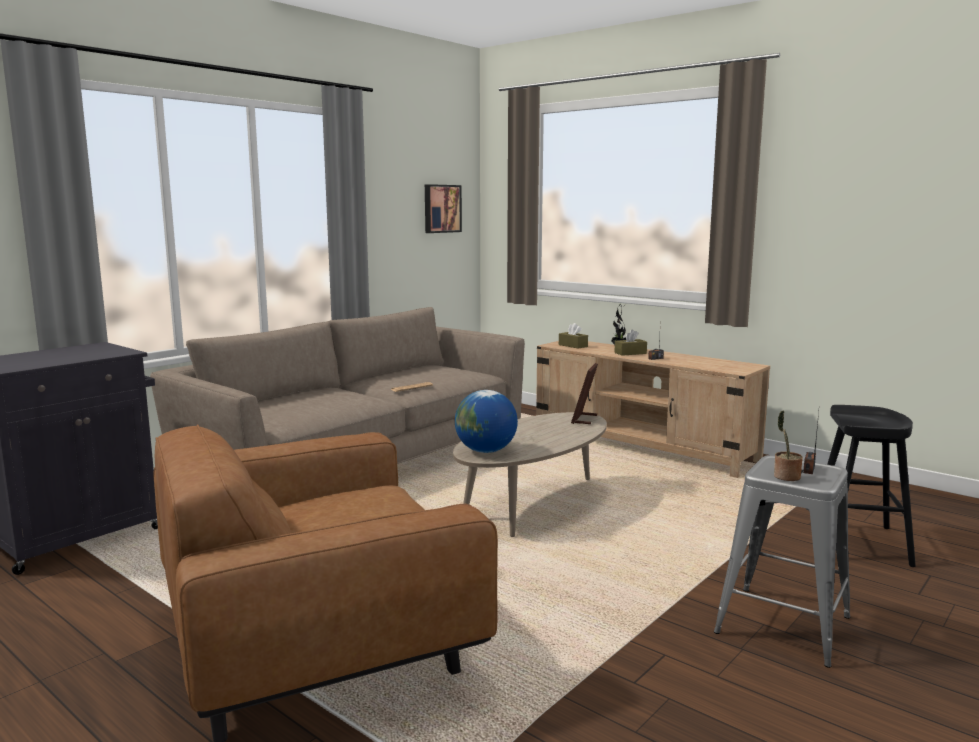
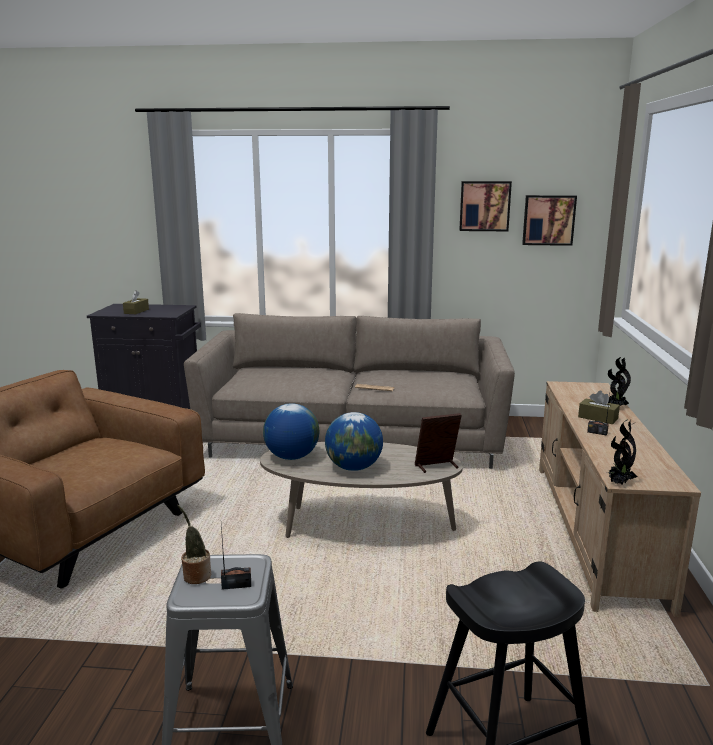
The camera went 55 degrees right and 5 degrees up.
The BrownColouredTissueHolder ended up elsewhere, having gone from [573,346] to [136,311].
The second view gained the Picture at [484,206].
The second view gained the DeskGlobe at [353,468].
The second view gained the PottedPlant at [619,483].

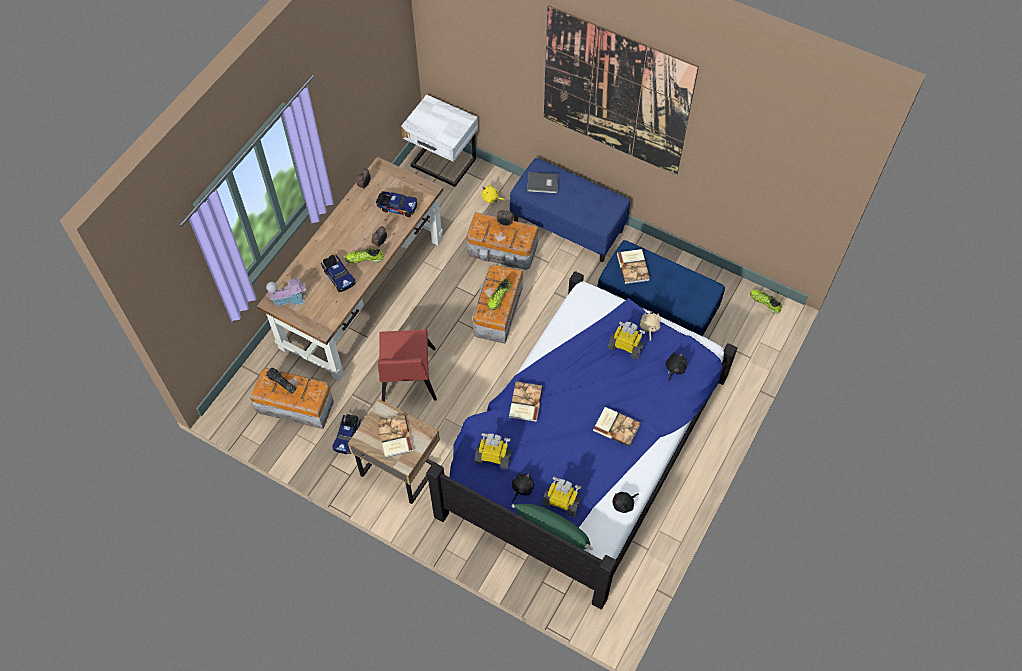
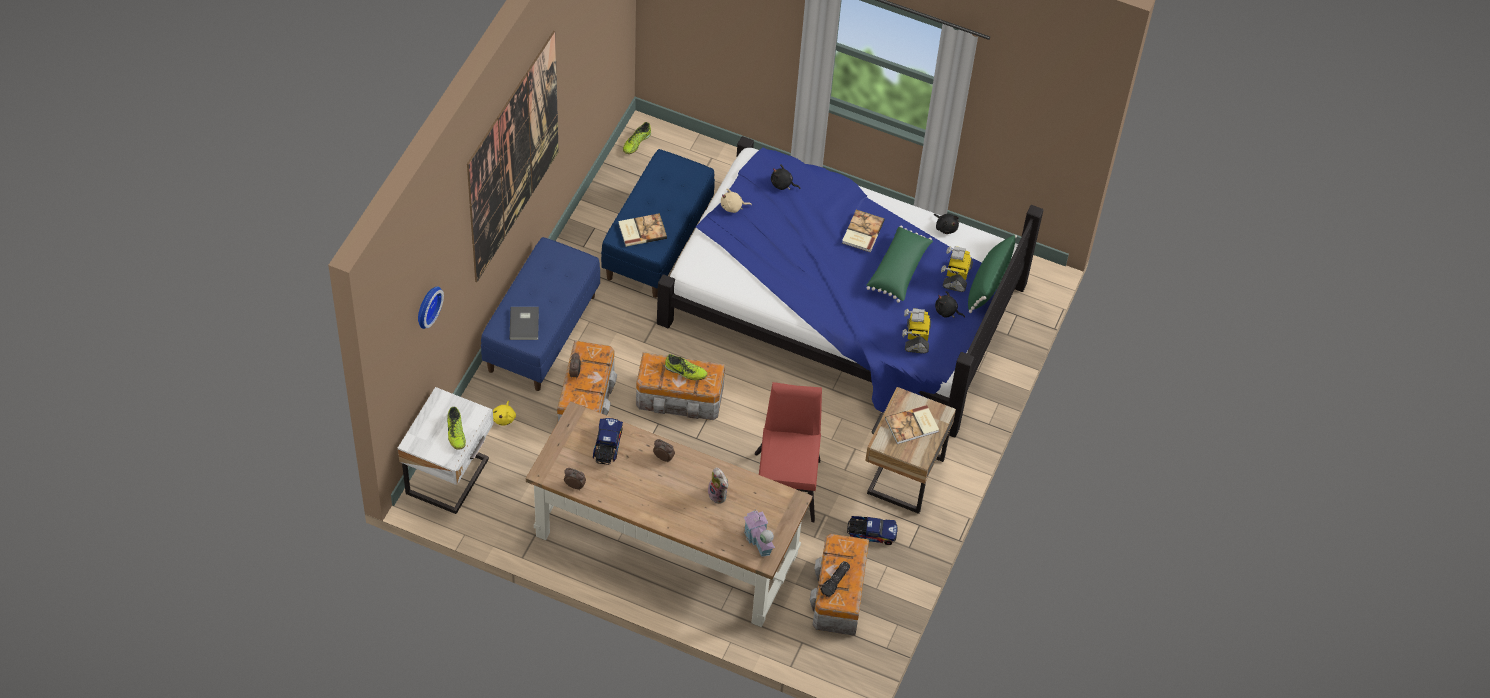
The camera went 100 degrees left and 5 degrees down.
The ItemOfFootwear ended up elsewhere, having gone from [364,258] to [456,433].
Where the ModelTruck stood at [338,276], the PlushToy came to stand at [719,495].
The second view lost the ToyRobot at [626,347].
The ReddishChair at [407,380] ended up facing another way, 75 degrees counterclockwise from before.
The second view lost the Book at [524,402].
The second view gained the GreenCushion at [899,270].
The second view gained the WallClock at [426,306].

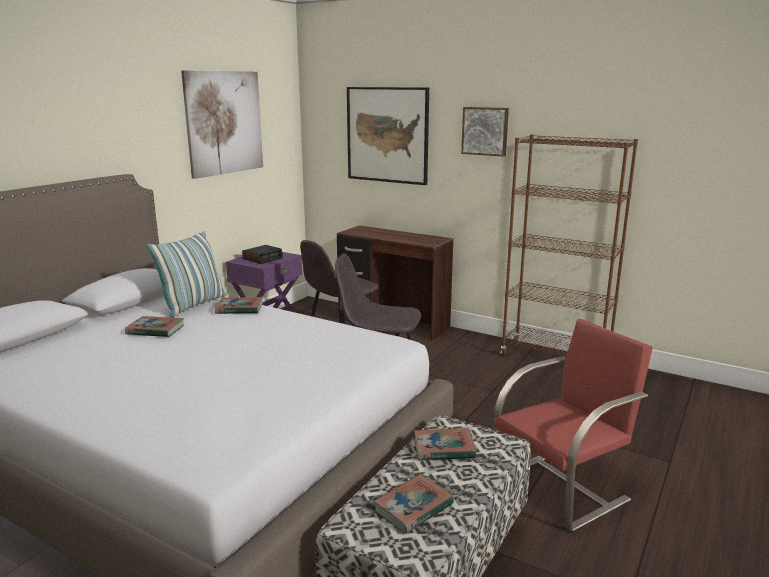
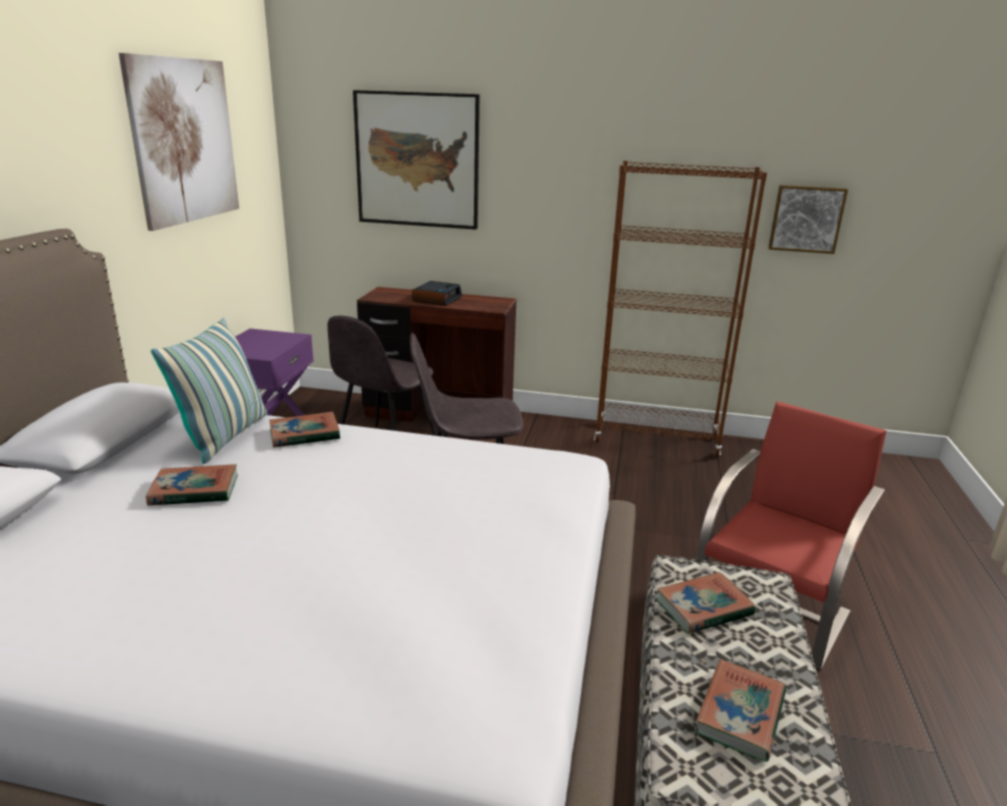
The camera went 20 degrees left and 5 degrees up.
The Picture ended up elsewhere, having gone from [485,131] to [806,219].
The TableClock ended up elsewhere, having gone from [263,258] to [437,299].

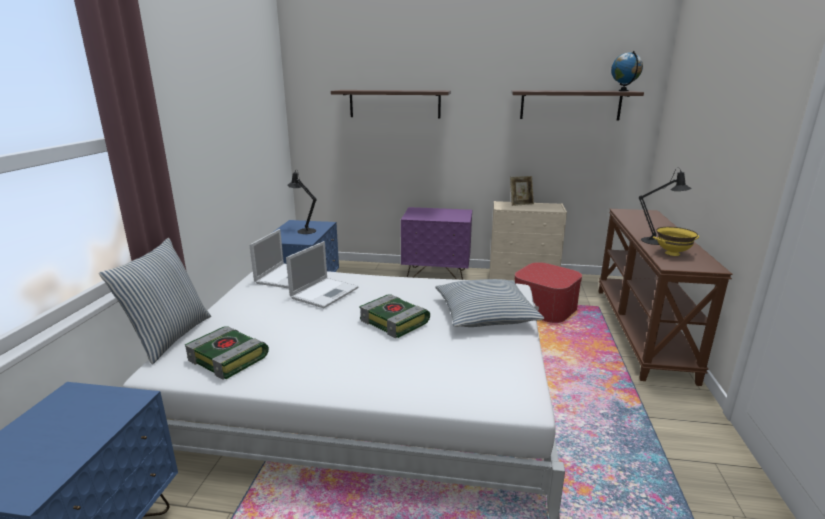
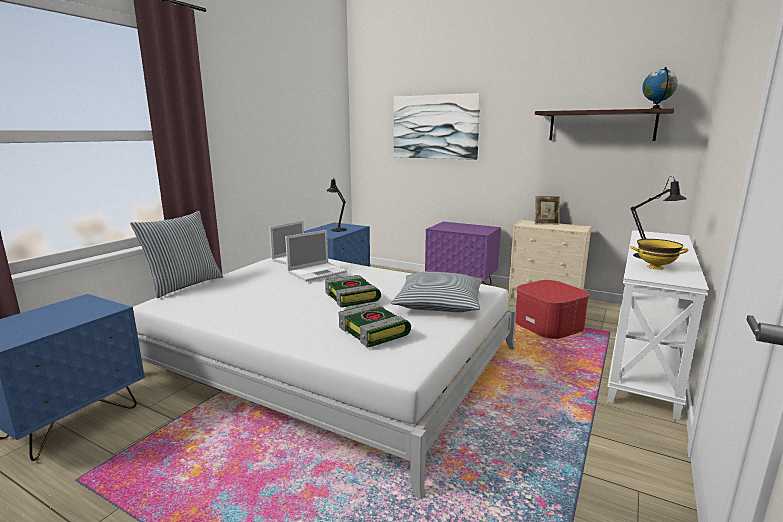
The camera went 20 degrees right and 5 degrees down.
Where the Shelf hung at [394,104], the Picture came to hang at [435,127].
What was the BrownColouredNarrowTable at [642,331] turned into the WhitishNarrowTable at [645,360].
The Book ended up elsewhere, having gone from [229,358] to [374,332].

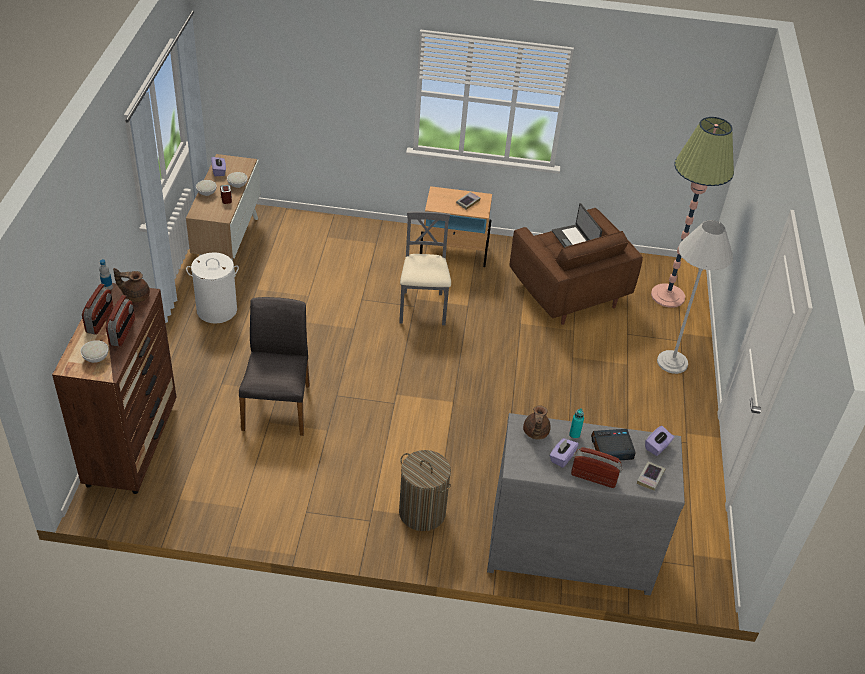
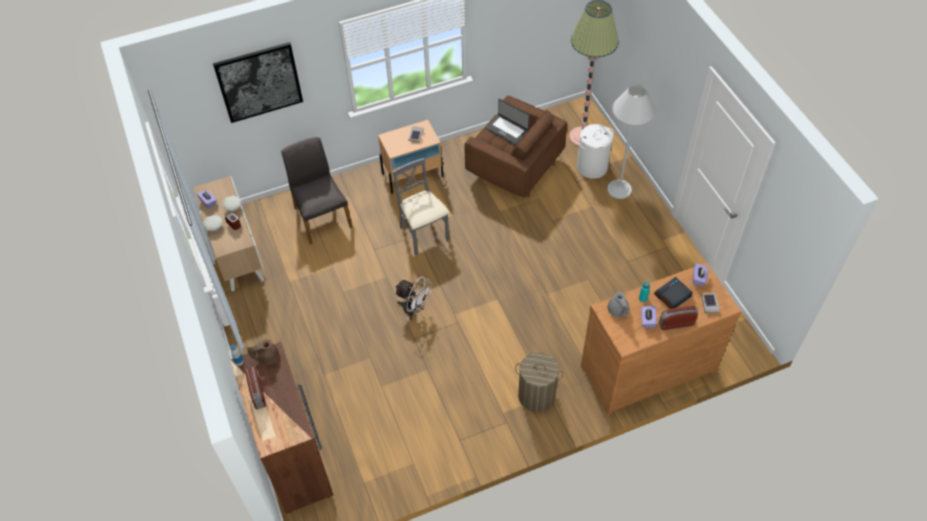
The camera went 25 degrees left and 10 degrees up.
The WhitishWashingBasket ended up elsewhere, having gone from [216,310] to [591,167].
The second view lost the RadioSet at [123,332].
The GreyishChair ended up elsewhere, having gone from [278,406] to [321,217].
The second view lost the WhitishDeepDish at [96,357].
What was the BrownColouredPotForTea at [535,433] turned into the GreyishPotForTea at [617,311].
What was the GreyishDrawerChest at [569,548] turned into the BrownColouredDrawerChest at [646,367].
The second view gained the Picture at [259,82].
The second view gained the WhitishFan at [414,309].

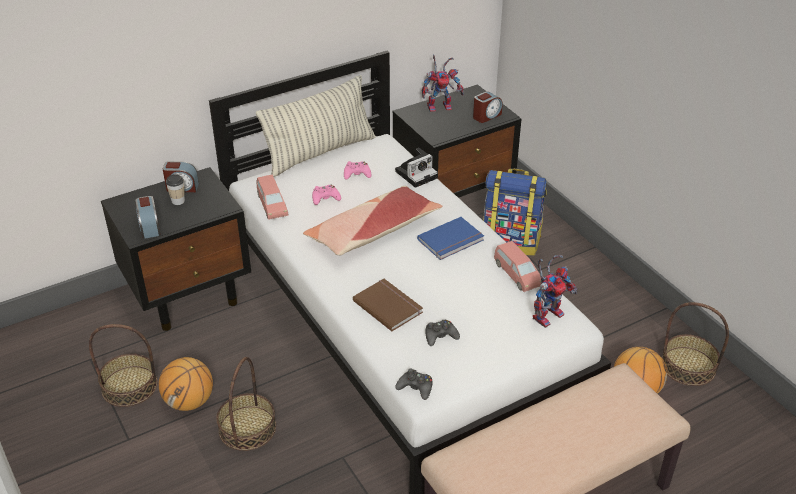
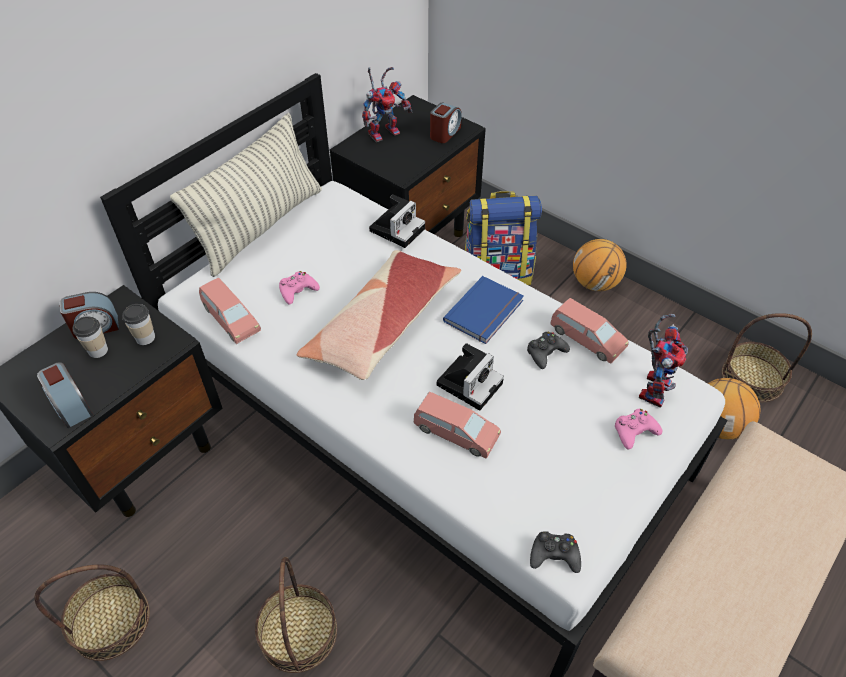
The camera went 20 degrees left and 10 degrees up.
The PinkGameController ended up elsewhere, having gone from [357,174] to [634,431].
Where the BrownColouredBook stood at [389,305], the PinkModelCar came to stand at [456,432].
The BlackishGameController ended up elsewhere, having gone from [440,336] to [545,353].
The Basketball ended up elsewhere, having gone from [189,401] to [595,283].
The second view gained the SmallCup at [145,337].
The second view gained the StillCamera at [470,382].

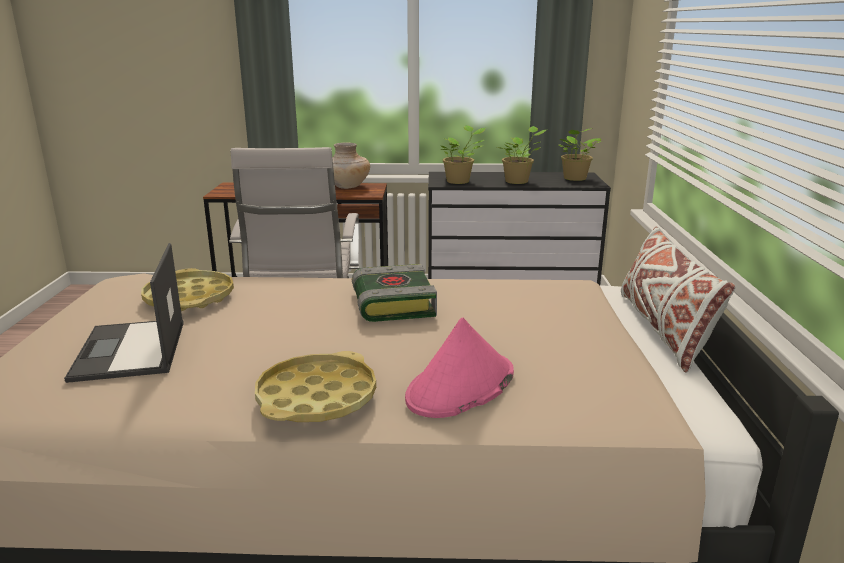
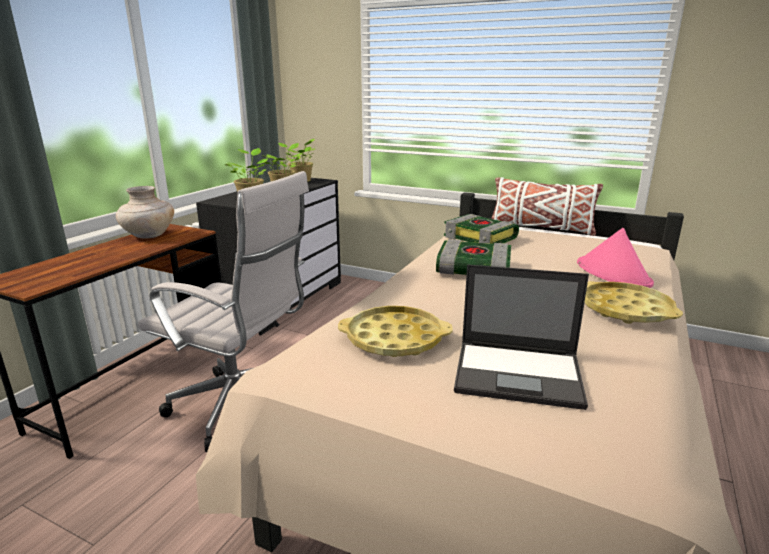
The camera went 65 degrees left and 0 degrees up.
The second view gained the Book at [481,238].

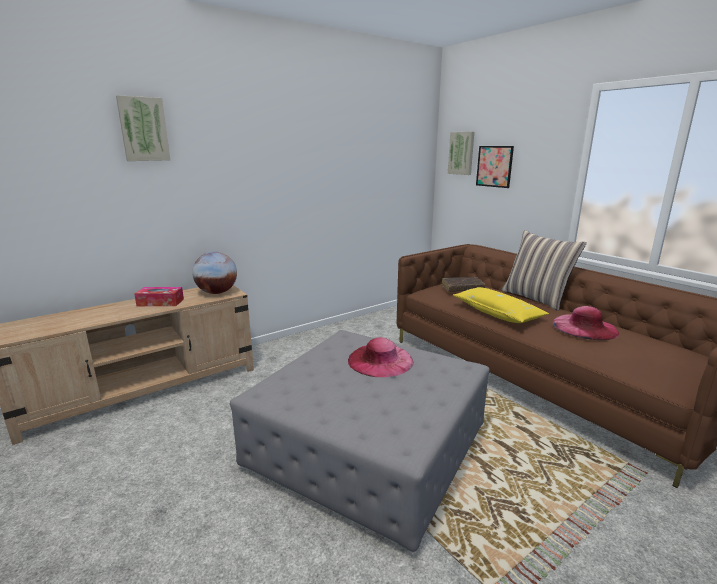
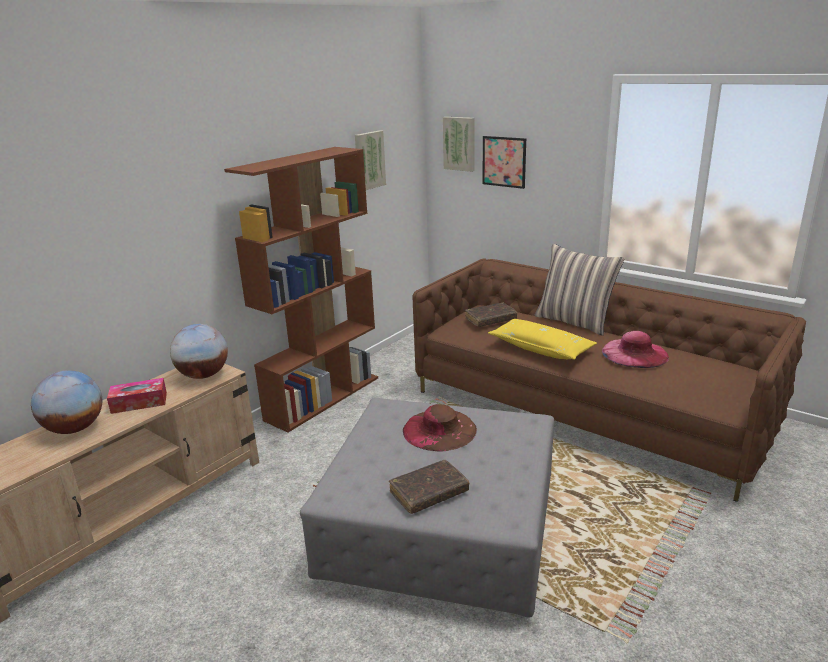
The camera went 15 degrees left and 5 degrees up.
The Picture ended up elsewhere, having gone from [143,129] to [368,160].
What was the PinkClothingHat at [380,360] turned into the BrownColouredClothingHat at [439,430].
The second view gained the BrownColouredBookcase at [323,398].
The second view gained the DeskGlobe at [74,429].
The second view gained the BrownColouredBook at [429,493].

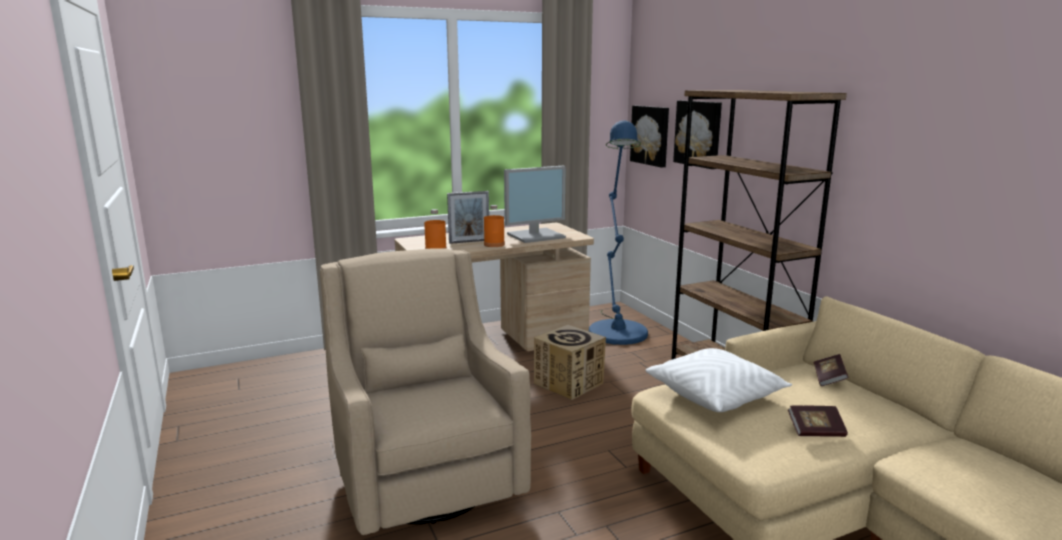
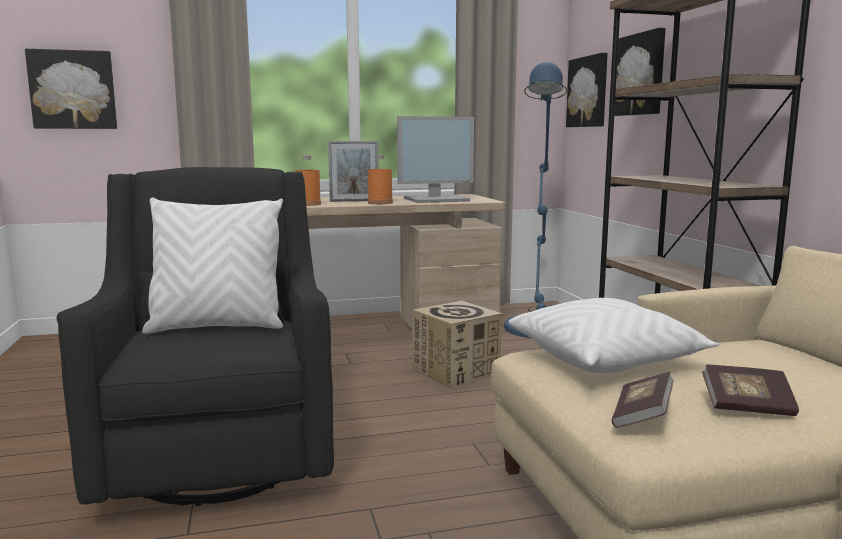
The camera went 10 degrees right and 5 degrees down.
What was the BeigeEasyChair at [424,478] turned into the BlackishEasyChair at [220,454].
The Book ended up elsewhere, having gone from [829,378] to [641,416].
The second view gained the Picture at [73,90].
The second view gained the WhitishCushion at [217,327].

